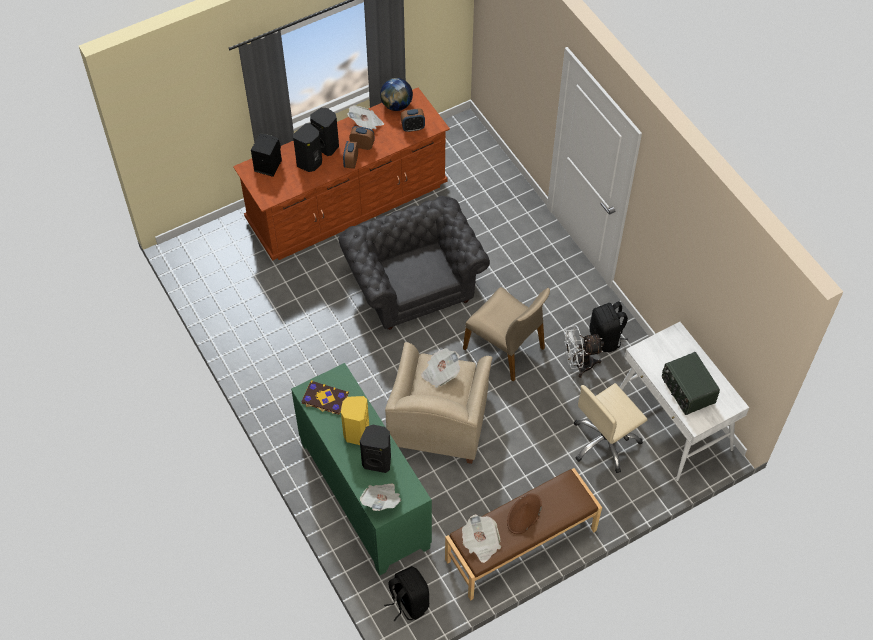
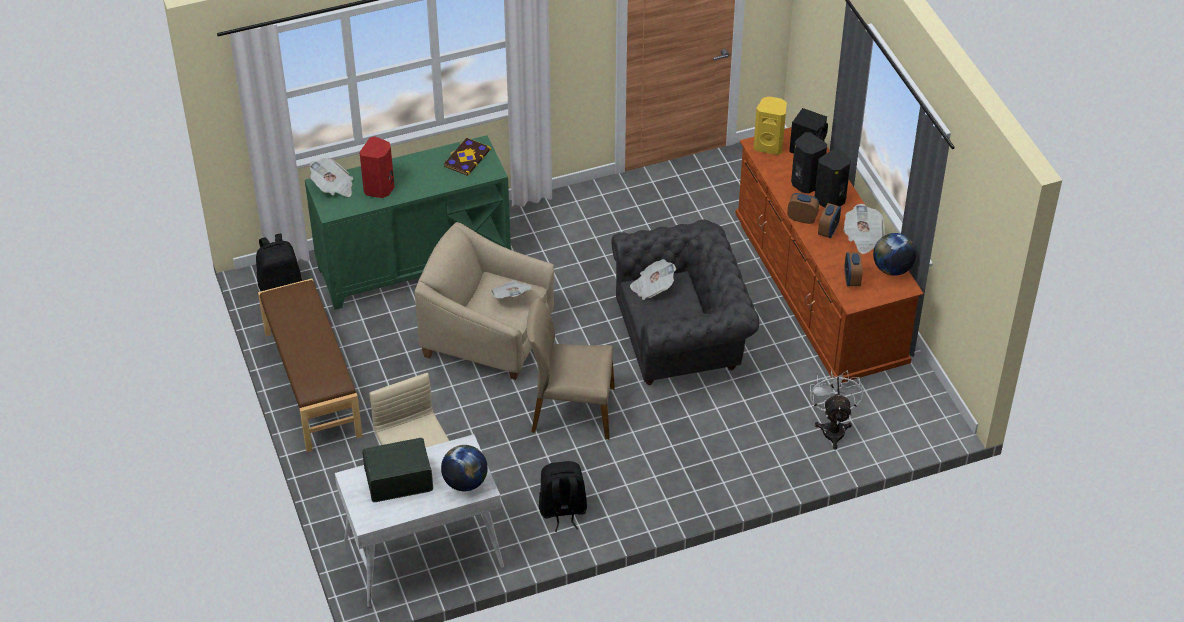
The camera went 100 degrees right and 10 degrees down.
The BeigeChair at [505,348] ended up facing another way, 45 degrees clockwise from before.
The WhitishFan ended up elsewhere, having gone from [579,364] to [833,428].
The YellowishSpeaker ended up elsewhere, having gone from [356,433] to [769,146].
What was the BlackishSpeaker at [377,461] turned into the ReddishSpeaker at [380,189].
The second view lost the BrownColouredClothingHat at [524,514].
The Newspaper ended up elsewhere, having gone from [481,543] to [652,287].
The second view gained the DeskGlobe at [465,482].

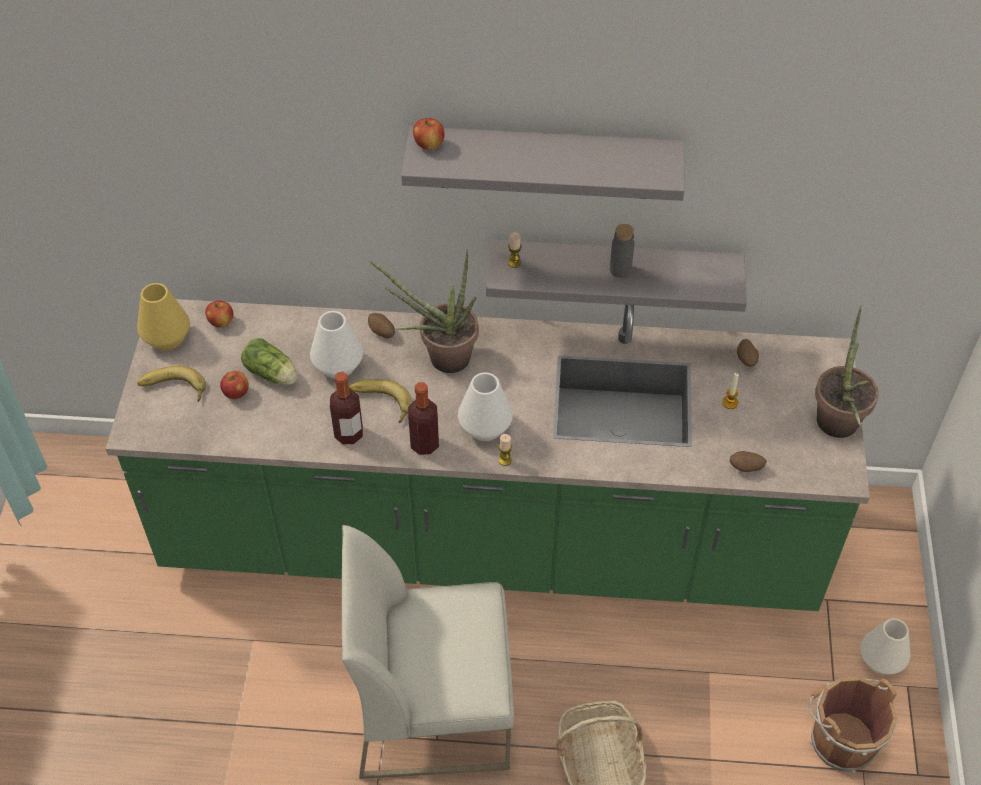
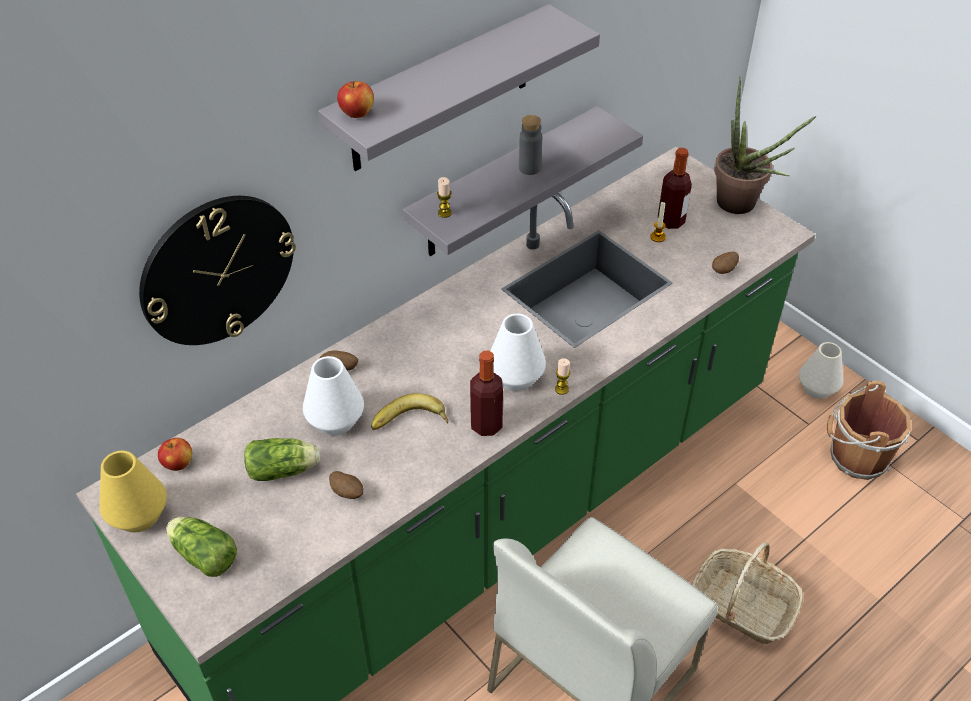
The camera went 45 degrees left and 5 degrees down.
The second view lost the PottedPlant at [440,358].
The Spud ended up elsewhere, having gone from [746,360] to [347,493].
Where the Banana stood at [173,390], the HeadOfLettuce came to stand at [202,554].
The second view lost the WholeApple at [236,393].
The DrinkBottle ended up elsewhere, having gone from [348,434] to [671,221].
The second view gained the WallClock at [217,270].

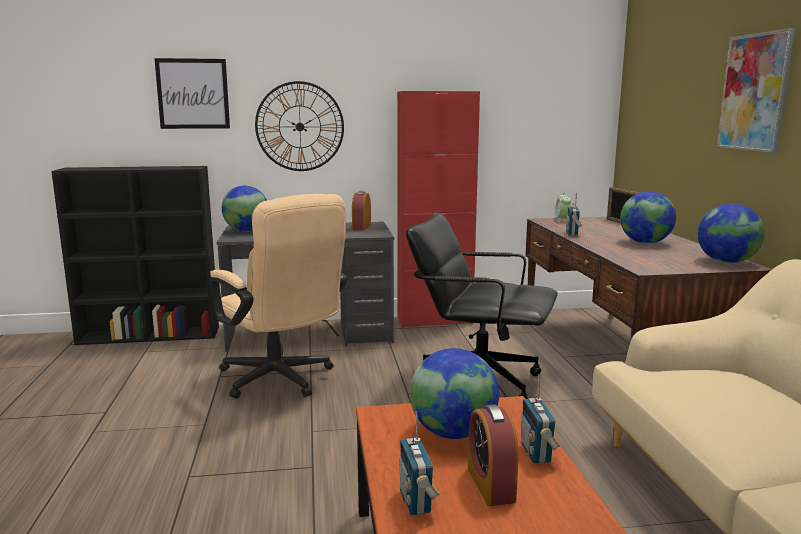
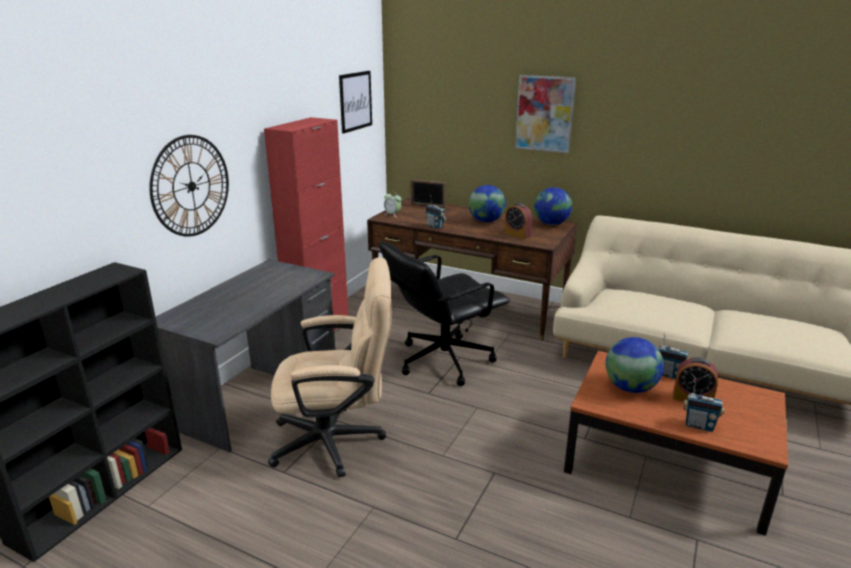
The camera went 55 degrees left and 10 degrees up.
The Picture ended up elsewhere, having gone from [193,94] to [355,101].
The second view lost the DeskGlobe at [246,231].
The TableClock ended up elsewhere, having gone from [361,227] to [517,234].

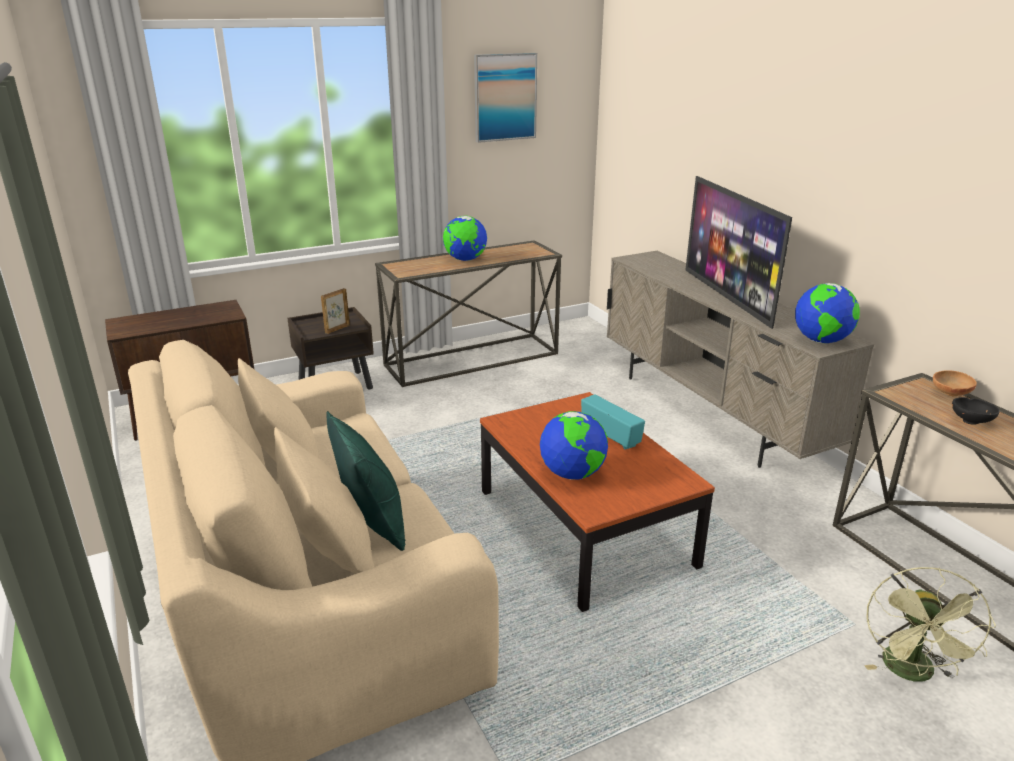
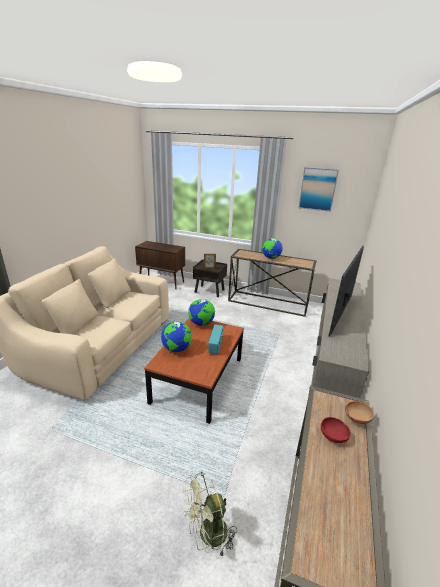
The camera went 45 degrees right and 0 degrees up.
The DeskGlobe ended up elsewhere, having gone from [821,341] to [201,324].
What was the BlackishDeepDish at [971,421] turned into the ReddishDeepDish at [333,437].
The second view lost the GreenCushion at [372,523].

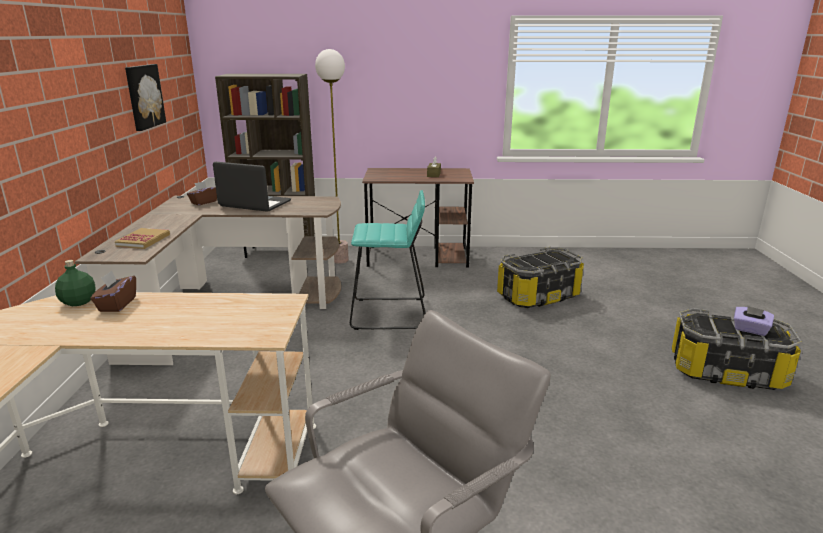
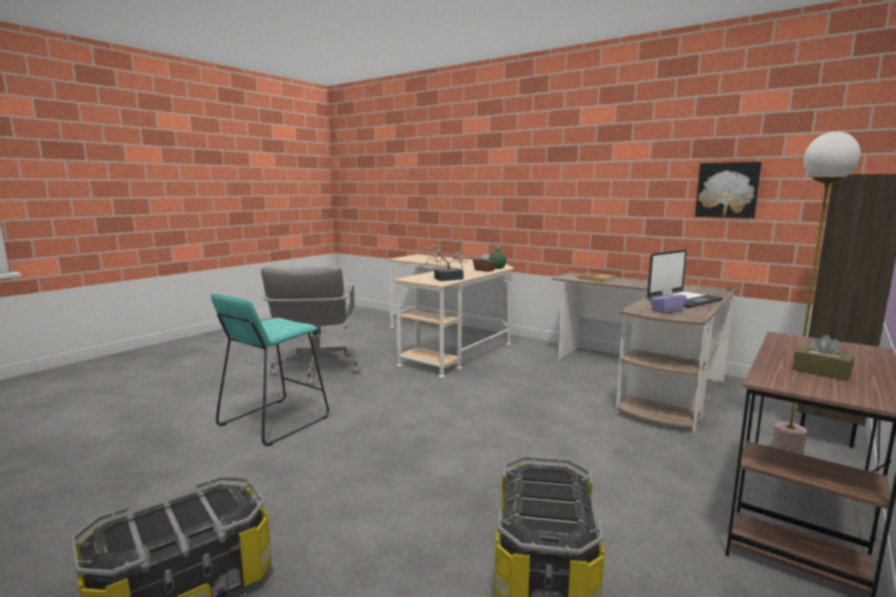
The camera went 125 degrees right and 10 degrees down.
The second view lost the BrownColouredTissueHolder at [203,202].
The TurquoiseColouredStool ended up elsewhere, having gone from [389,314] to [274,421].
The PurplishTissueHolder ended up elsewhere, having gone from [750,330] to [666,311].
The second view gained the PottedPlant at [445,279].

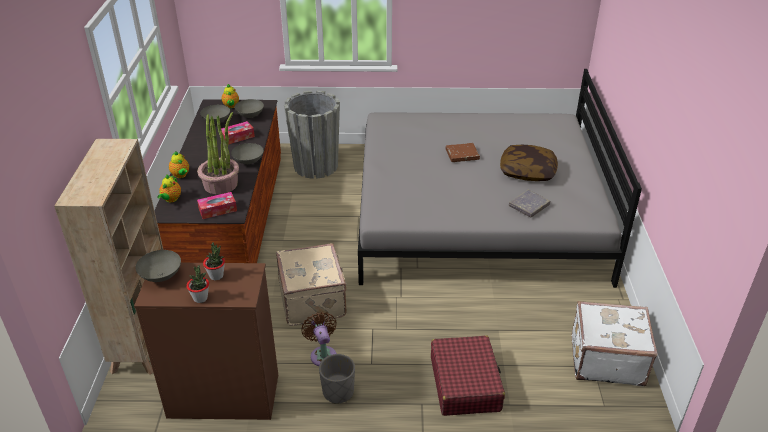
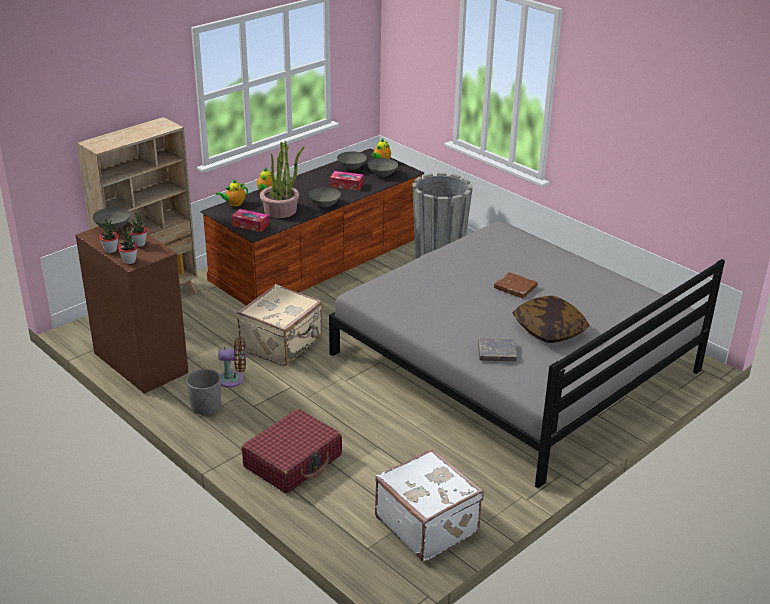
The camera went 45 degrees right and 5 degrees down.
The BrownColouredFan at [322,354] ended up facing another way, 60 degrees clockwise from before.
The second view gained the PottedPlant at [129,261].

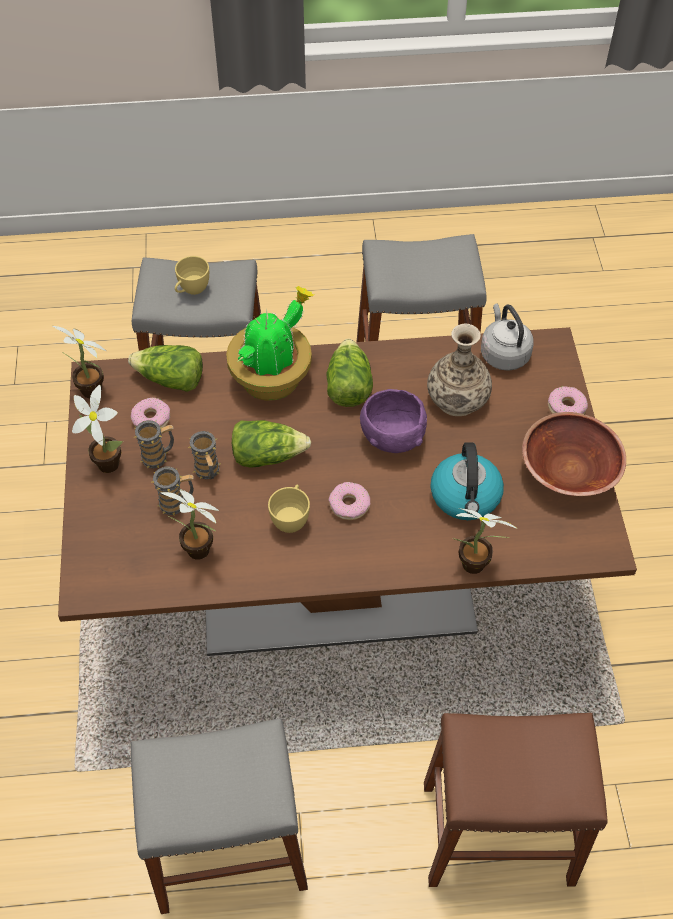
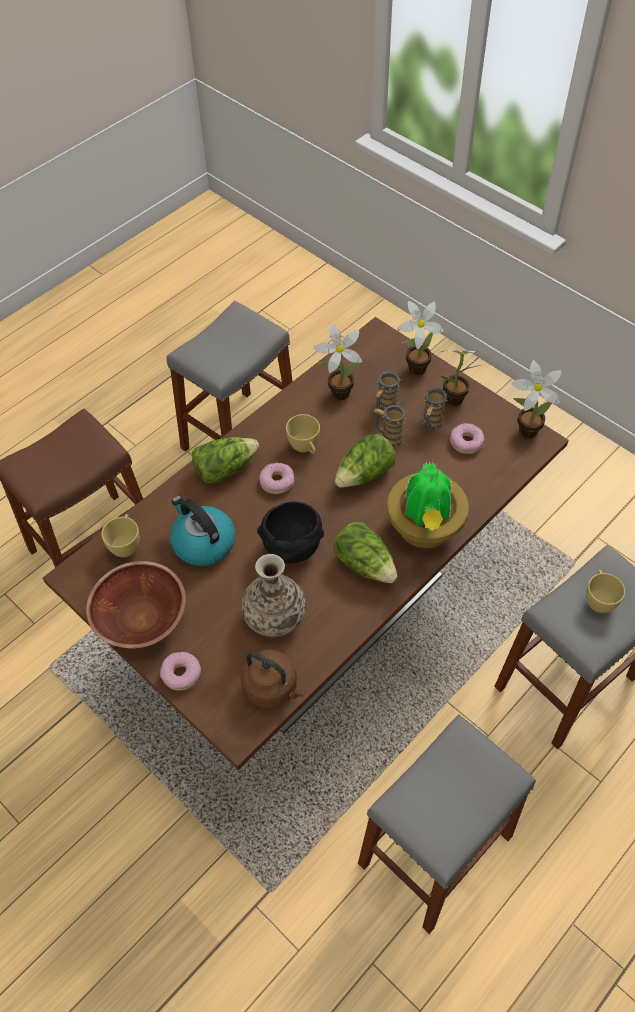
The camera went 140 degrees right and 0 degrees up.
What was the GreyishTeaKettle at [503,353] turned into the BrownColouredTeaKettle at [273,688].
The HeadOfLettuce ended up elsewhere, having gone from [171,380] to [225,468].
What was the PurplishDeepDish at [392,438] turned into the BlackishDeepDish at [293,547].
The PottedPlant ended up elsewhere, having gone from [477,566] to [414,369].
The second view gained the YellowishSmallCup at [126,544].

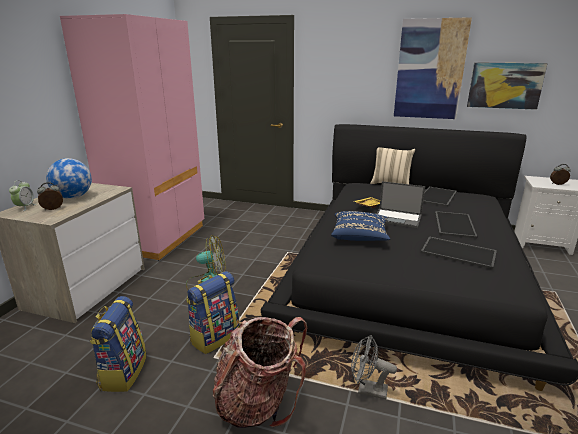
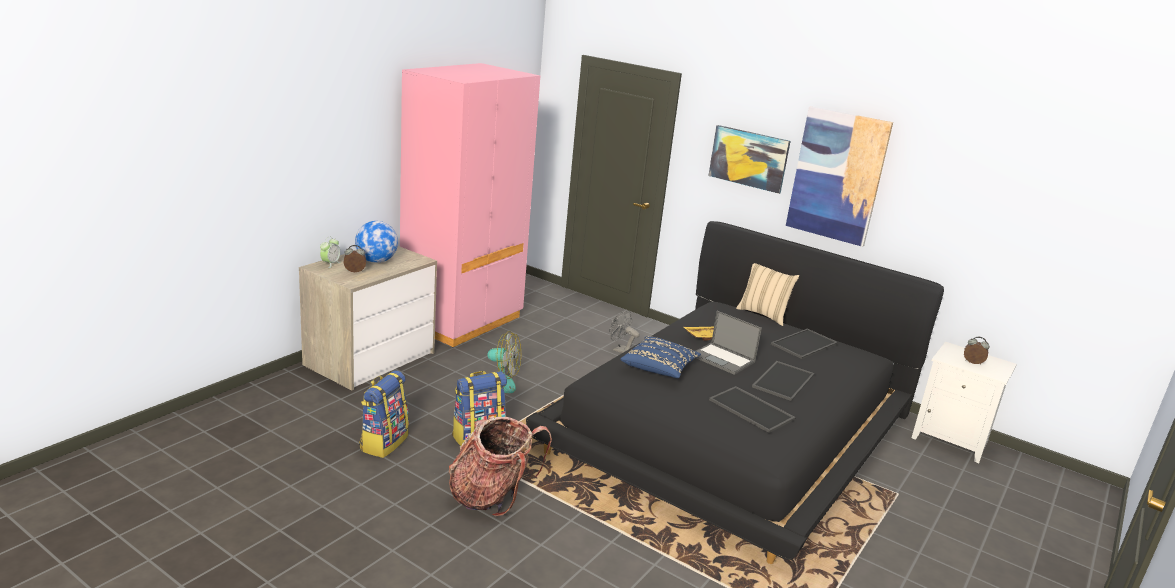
The camera went 15 degrees right and 0 degrees up.
The Picture ended up elsewhere, having gone from [505,85] to [749,158].
The GreyishFan ended up elsewhere, having gone from [367,390] to [621,350].

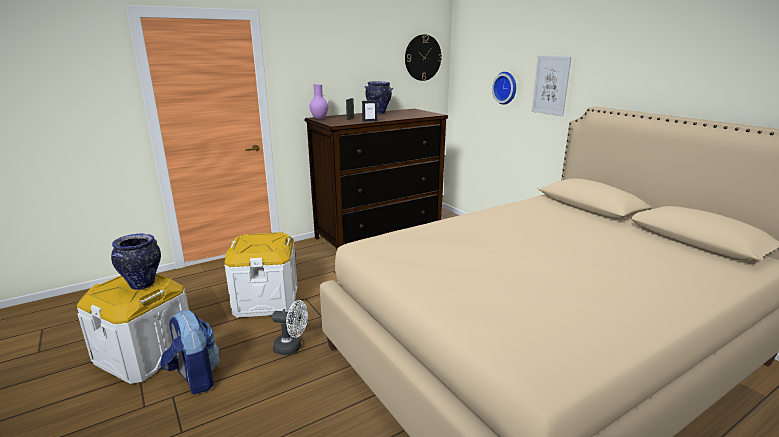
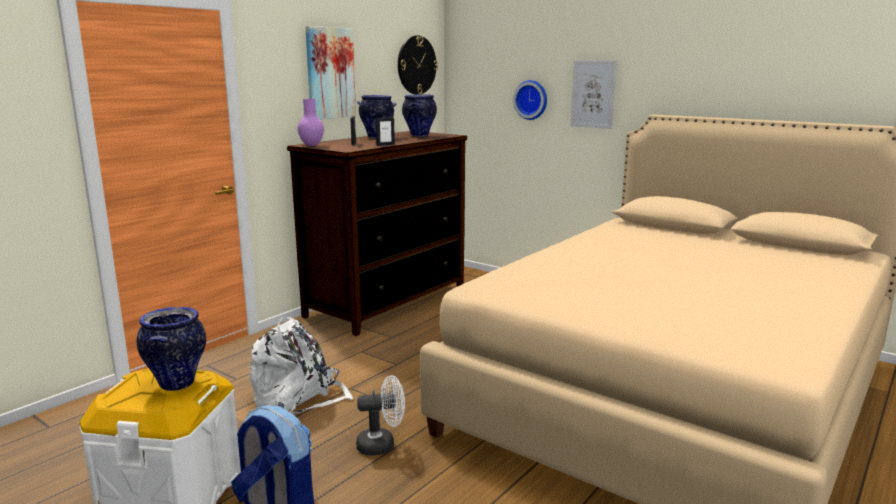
The camera went 20 degrees left and 5 degrees down.
Where the WhitishStorageBin stood at [266,301], the WhitishRucksack came to stand at [298,400].
The second view gained the Picture at [330,73].
The second view gained the Vase at [419,135].

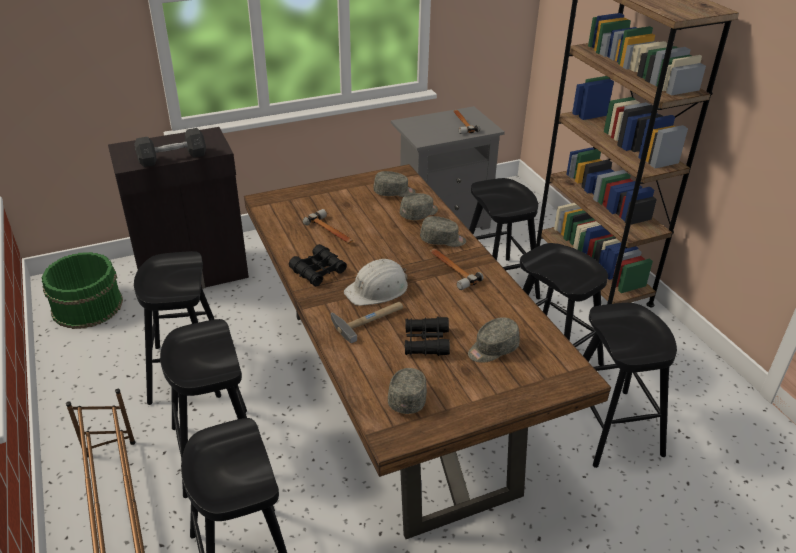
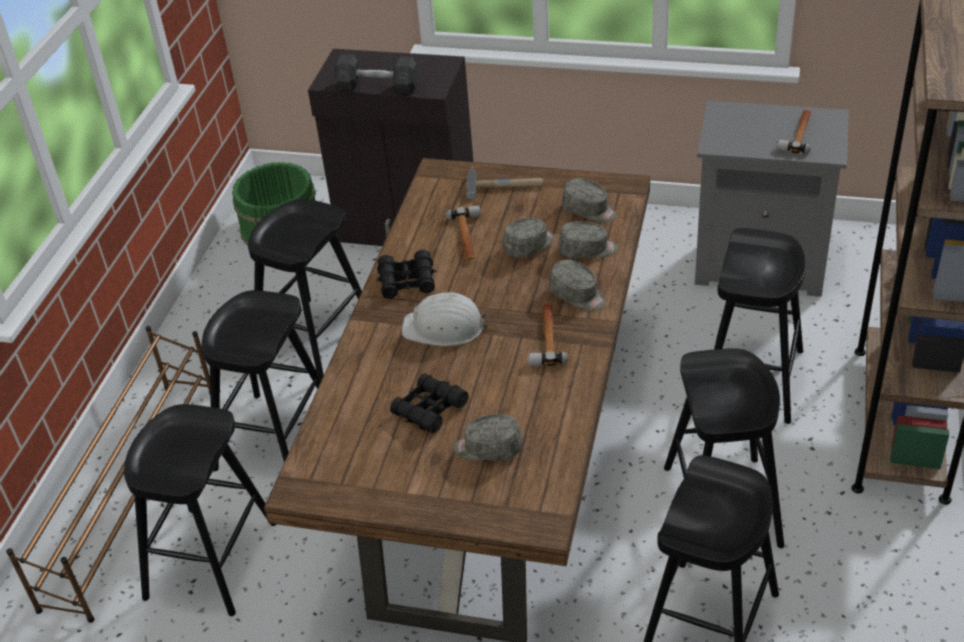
The camera went 40 degrees right and 5 degrees up.
The ToolHammer ended up elsewhere, having gone from [369,319] to [504,185].
The GreyishPeakedCap ended up elsewhere, having gone from [408,396] to [529,245].

